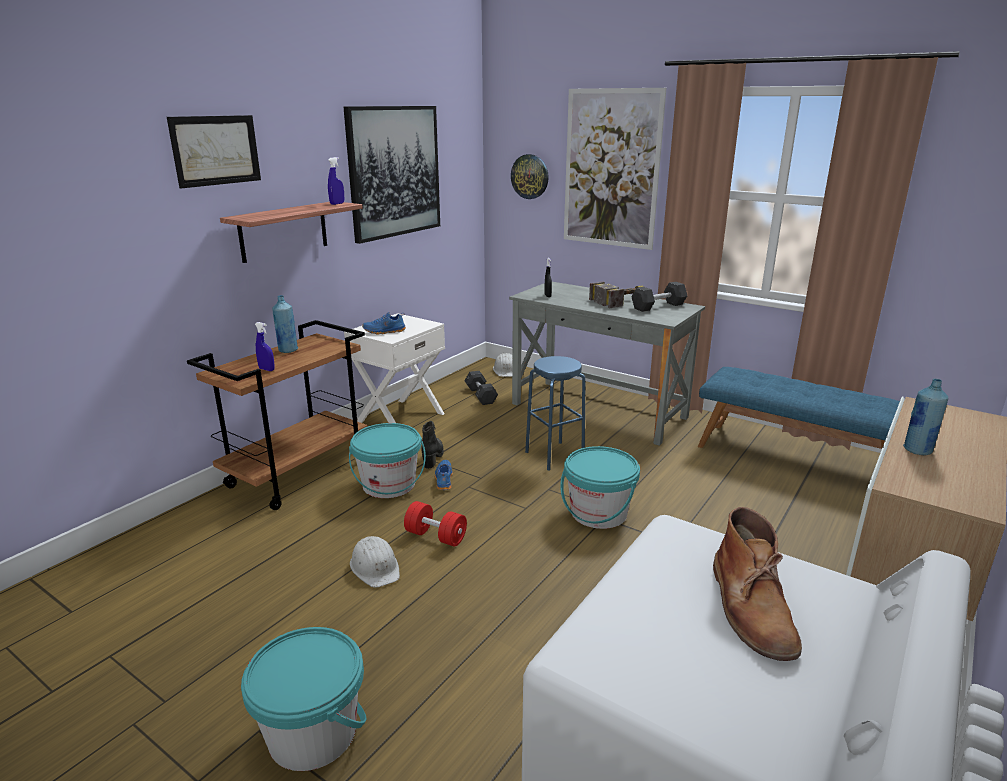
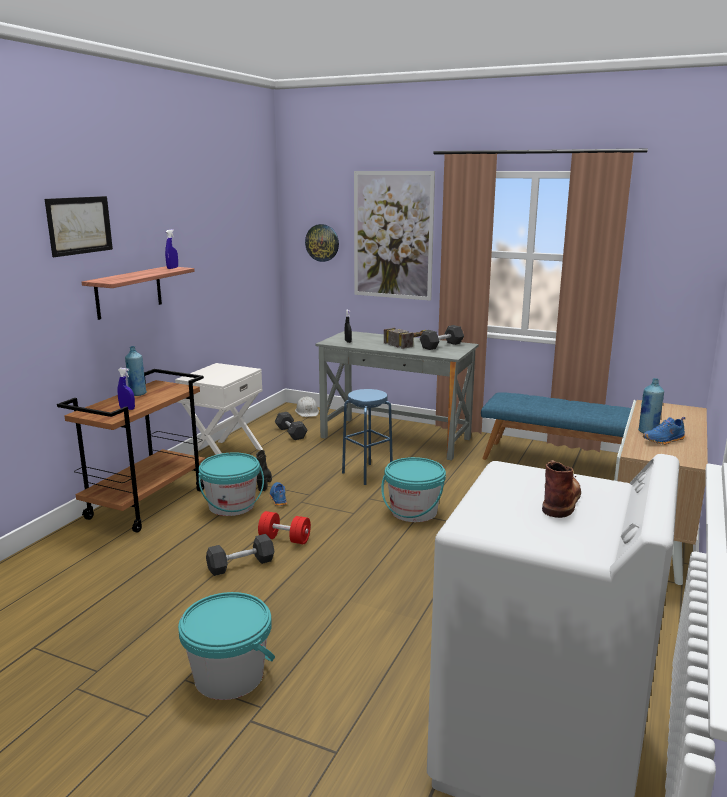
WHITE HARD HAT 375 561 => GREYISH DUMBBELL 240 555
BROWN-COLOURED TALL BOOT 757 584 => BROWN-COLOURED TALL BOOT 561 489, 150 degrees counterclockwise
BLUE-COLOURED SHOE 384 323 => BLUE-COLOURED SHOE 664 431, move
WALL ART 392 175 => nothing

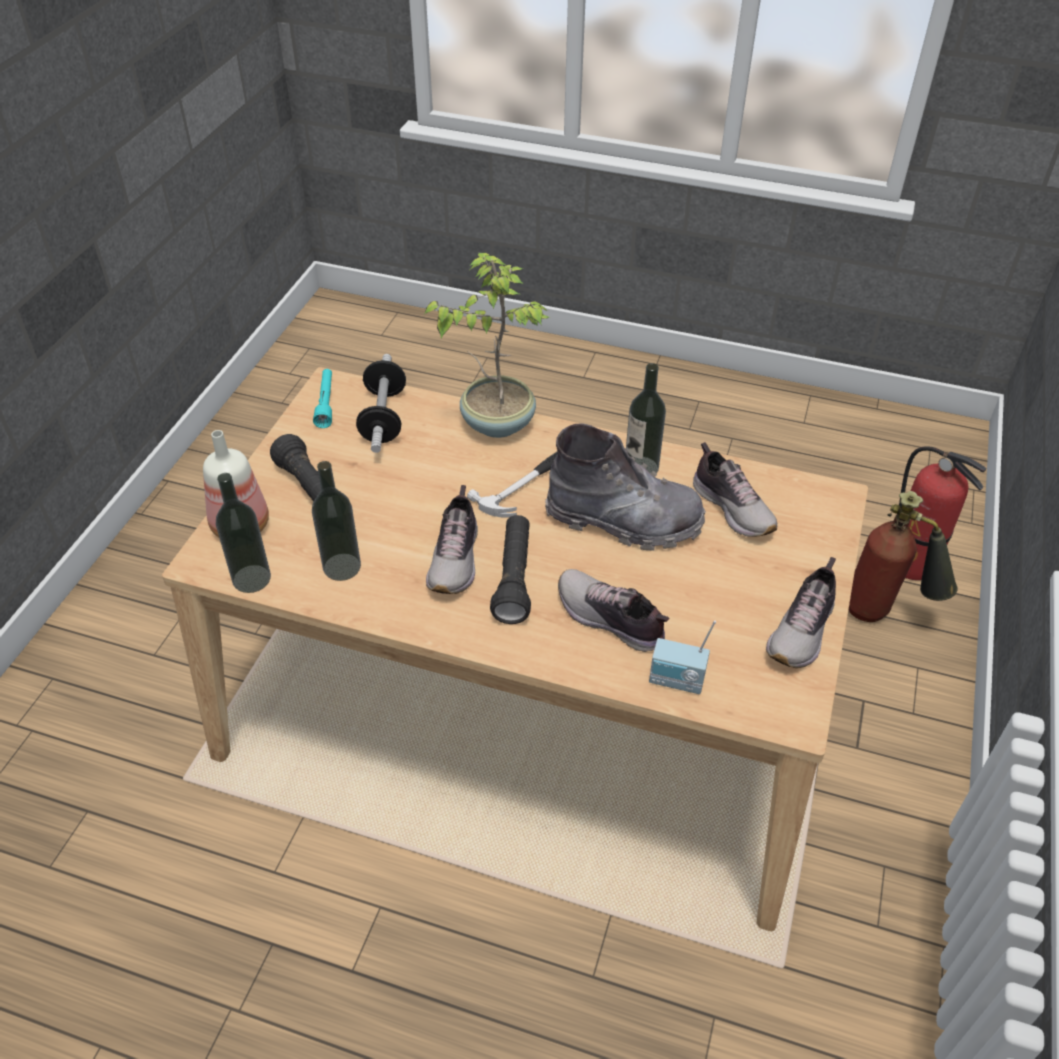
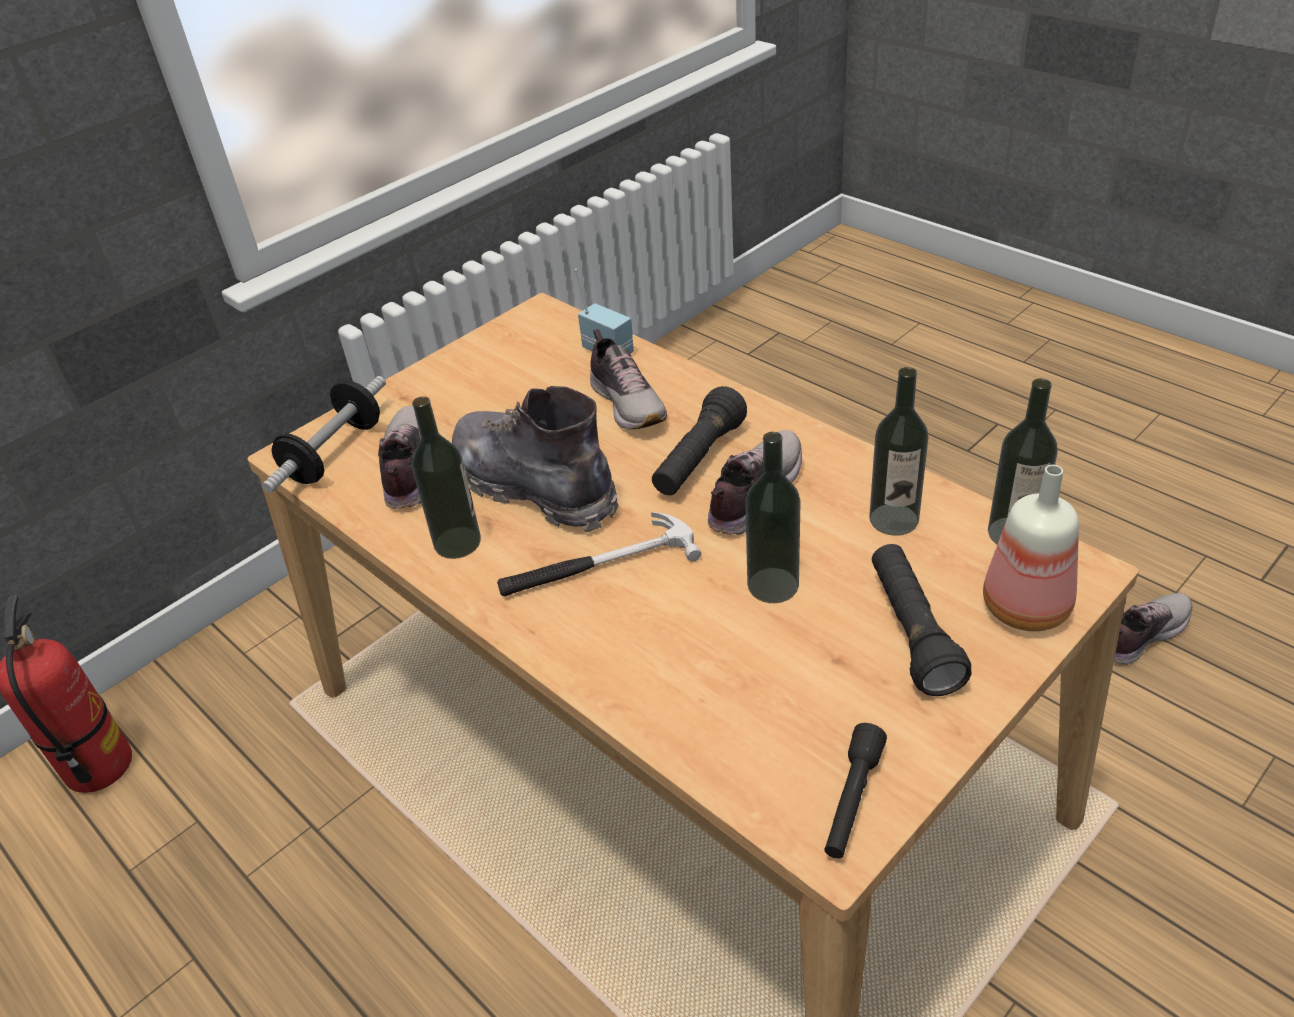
DUMBBELL 381 403 => DUMBBELL 324 434, move
nothing => BOTTLE 773 517
TURQUOISE-COLOURED HAND TORCH 322 398 => BLACK HAND TORCH 855 791
SHOE 801 612 => SHOE 1153 629, move
PLANT IN A POT 486 345 => nothing
FIRE-FIGHTING CYLINDER 903 556 => nothing

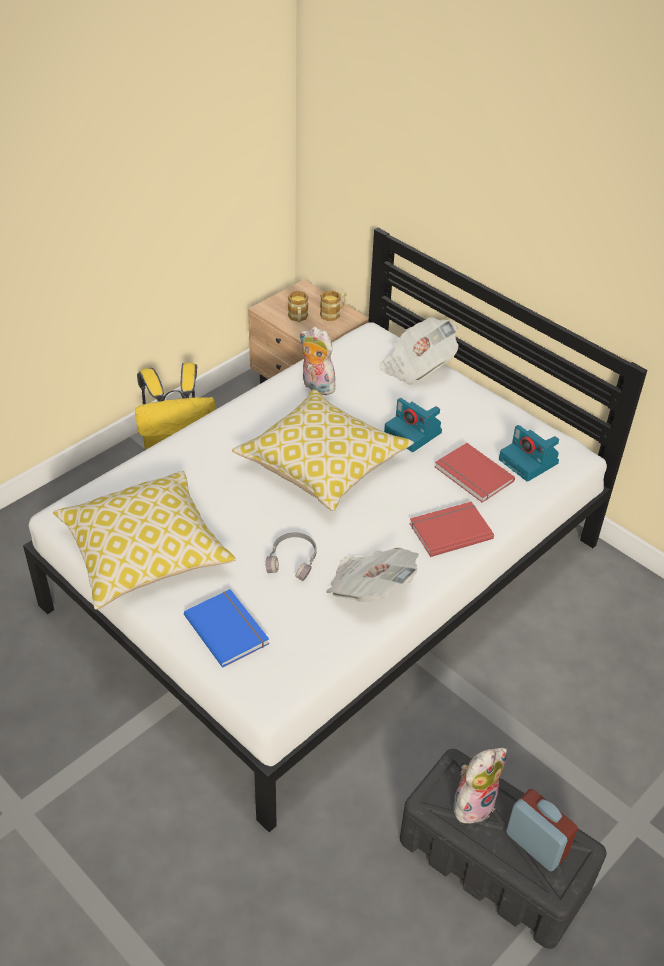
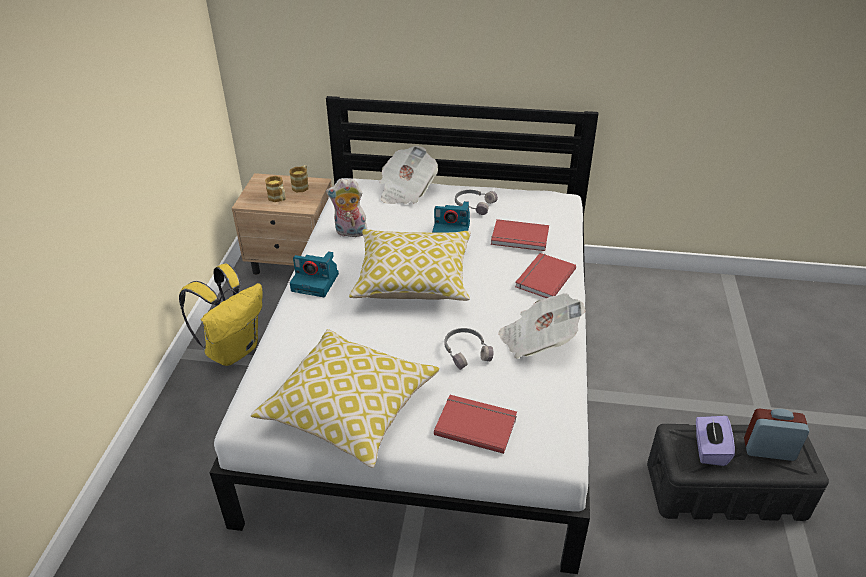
PHOTO CAMERA 529 453 => PHOTO CAMERA 314 274, move
BLUE-COLOURED VOLUME 226 628 => REDDISH VOLUME 475 424
nothing => GREYISH HEADPHONES 476 202
SOFT TOY 480 786 => PURPLISH BOX OF TISSUES 715 441

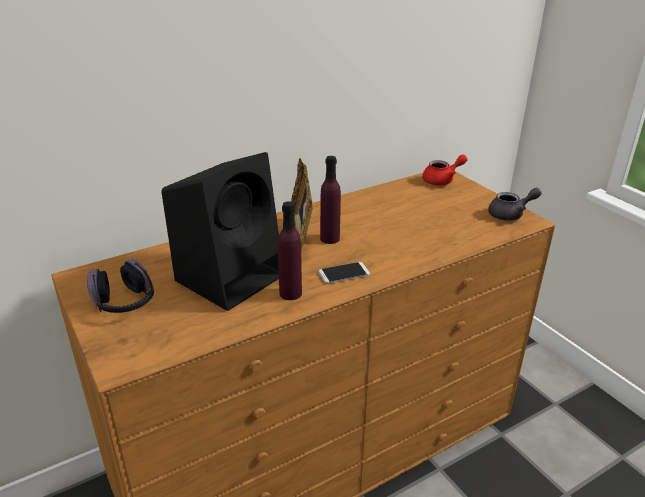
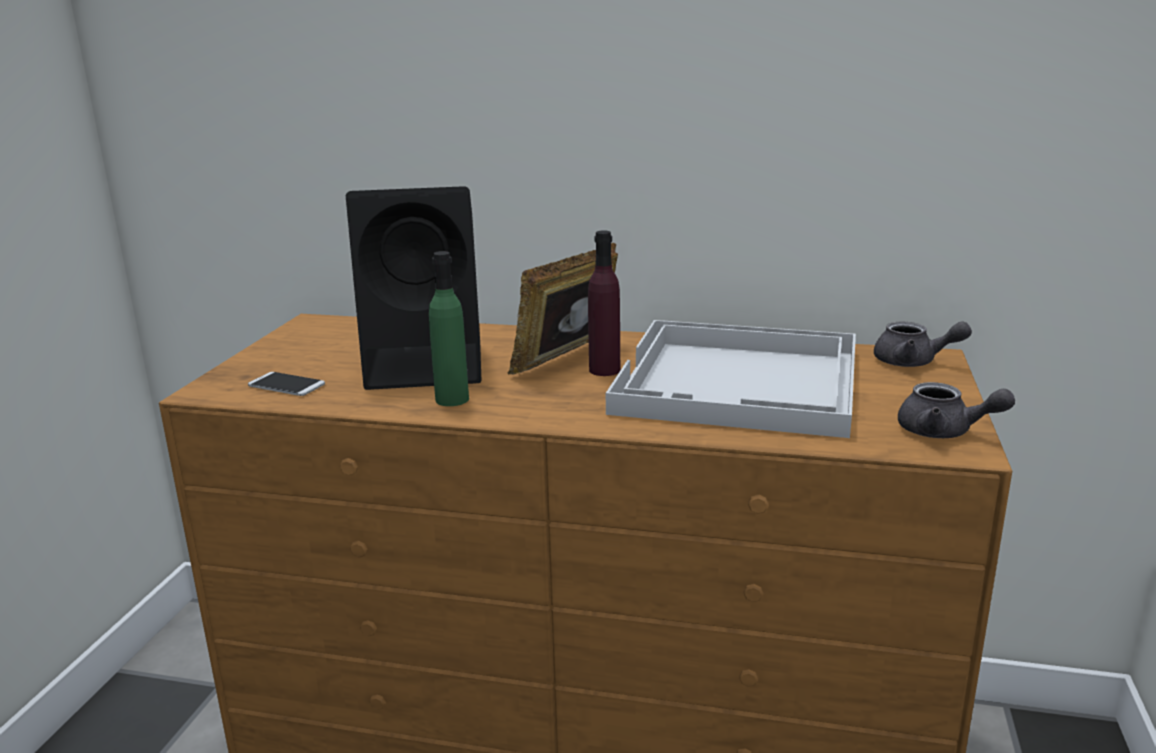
TELEPHONE 344 273 => TELEPHONE 286 384, move
PURPLISH BOTTLE 290 250 => GREEN BOTTLE 449 328
nothing => WHITE CARRYING TRAY 731 379
REDDISH TEAPOT 444 169 => GREYISH TEAPOT 923 344
HEADPHONES 120 285 => nothing

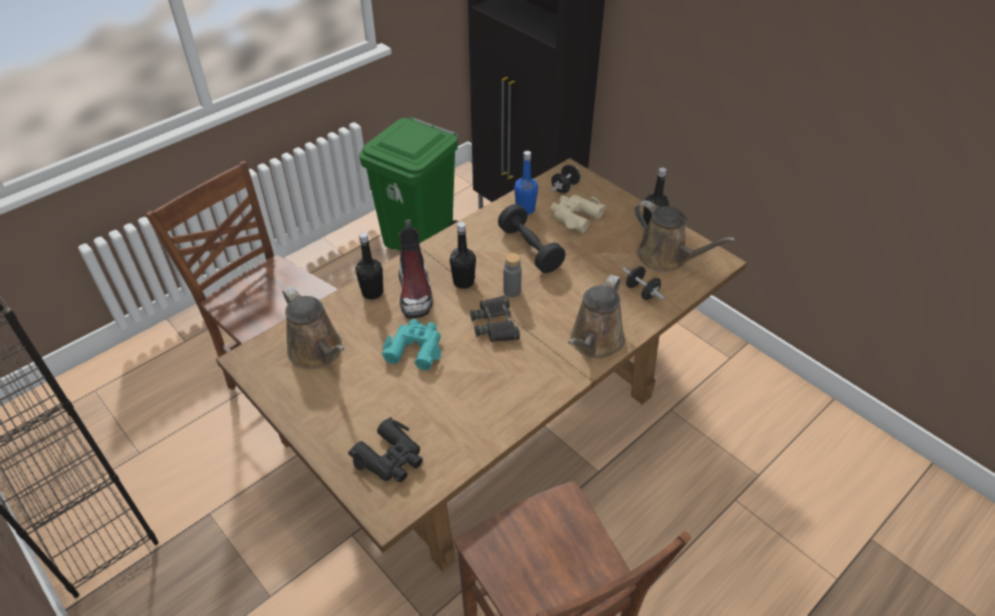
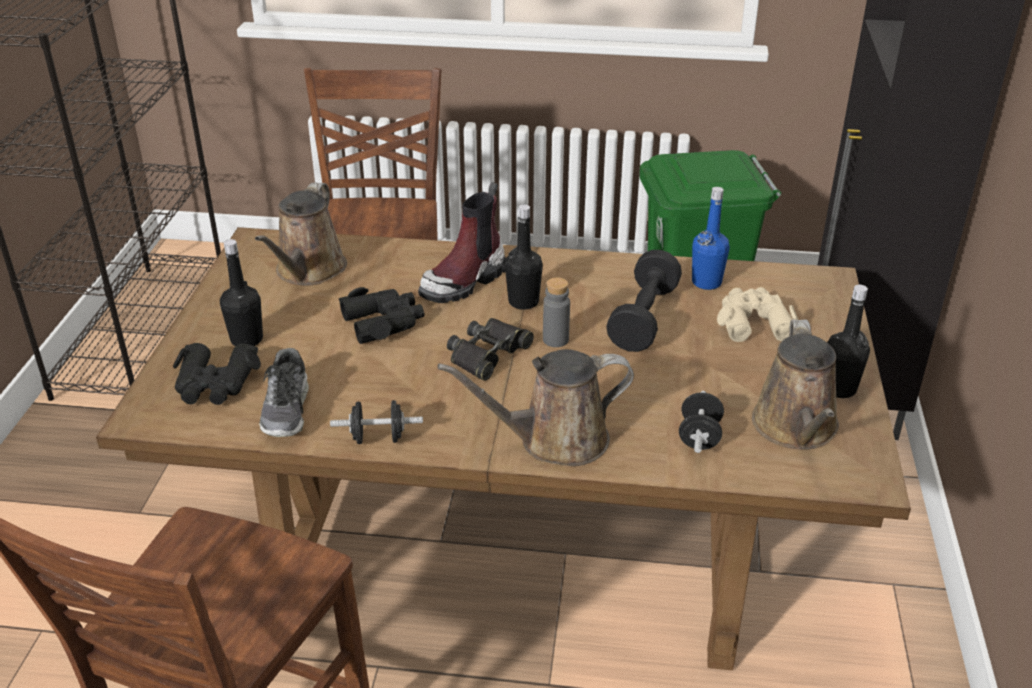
BLACK BOTTLE 369 265 => BLACK BOTTLE 241 292, move
nothing => SHOE 284 392
BLACK DUMBBELL 565 179 => BLACK DUMBBELL 376 422, move
TURQUOISE-COLOURED BINOCULARS 411 344 => BLACK BINOCULARS 381 315

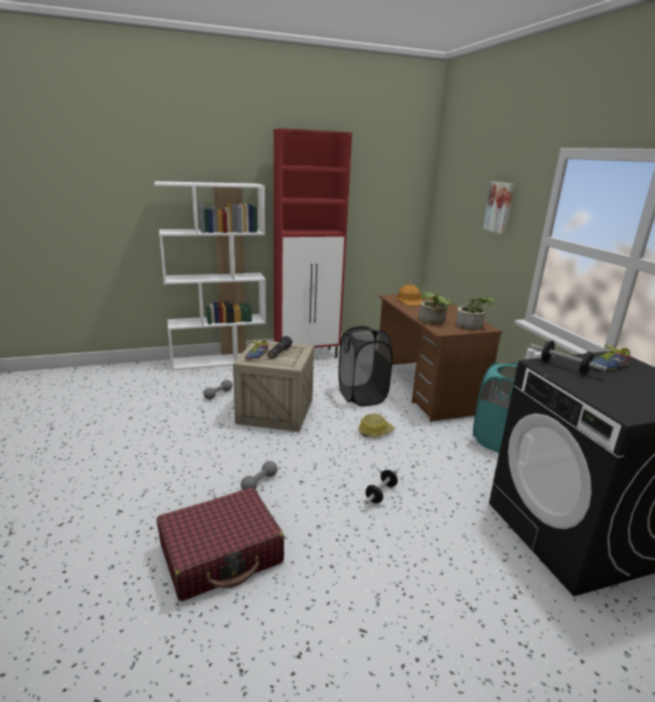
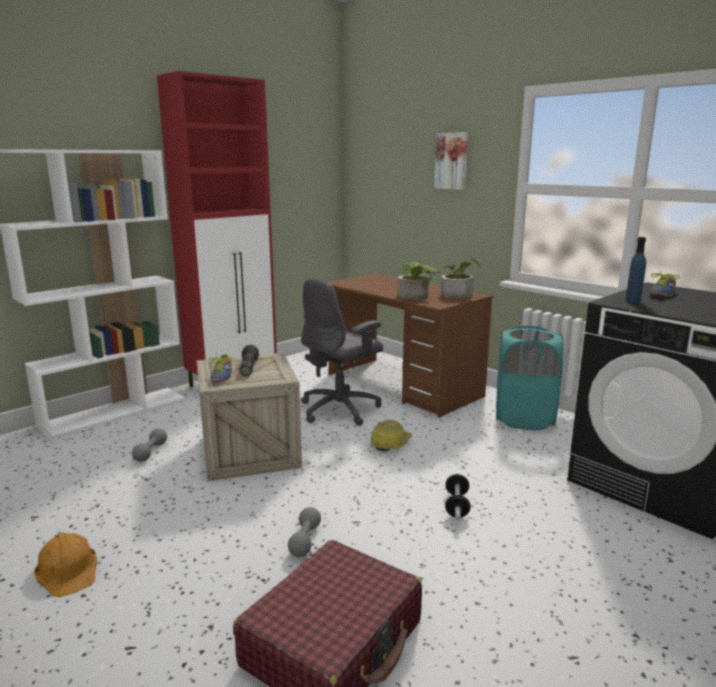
ORANGEY HARD HAT 409 295 => ORANGEY HARD HAT 65 565, move
BLACK HAMPER 365 366 => GREYISH DESK CHAIR 342 352
DUMBBELL 568 357 => BLUE-COLOURED BOTTLE 635 269

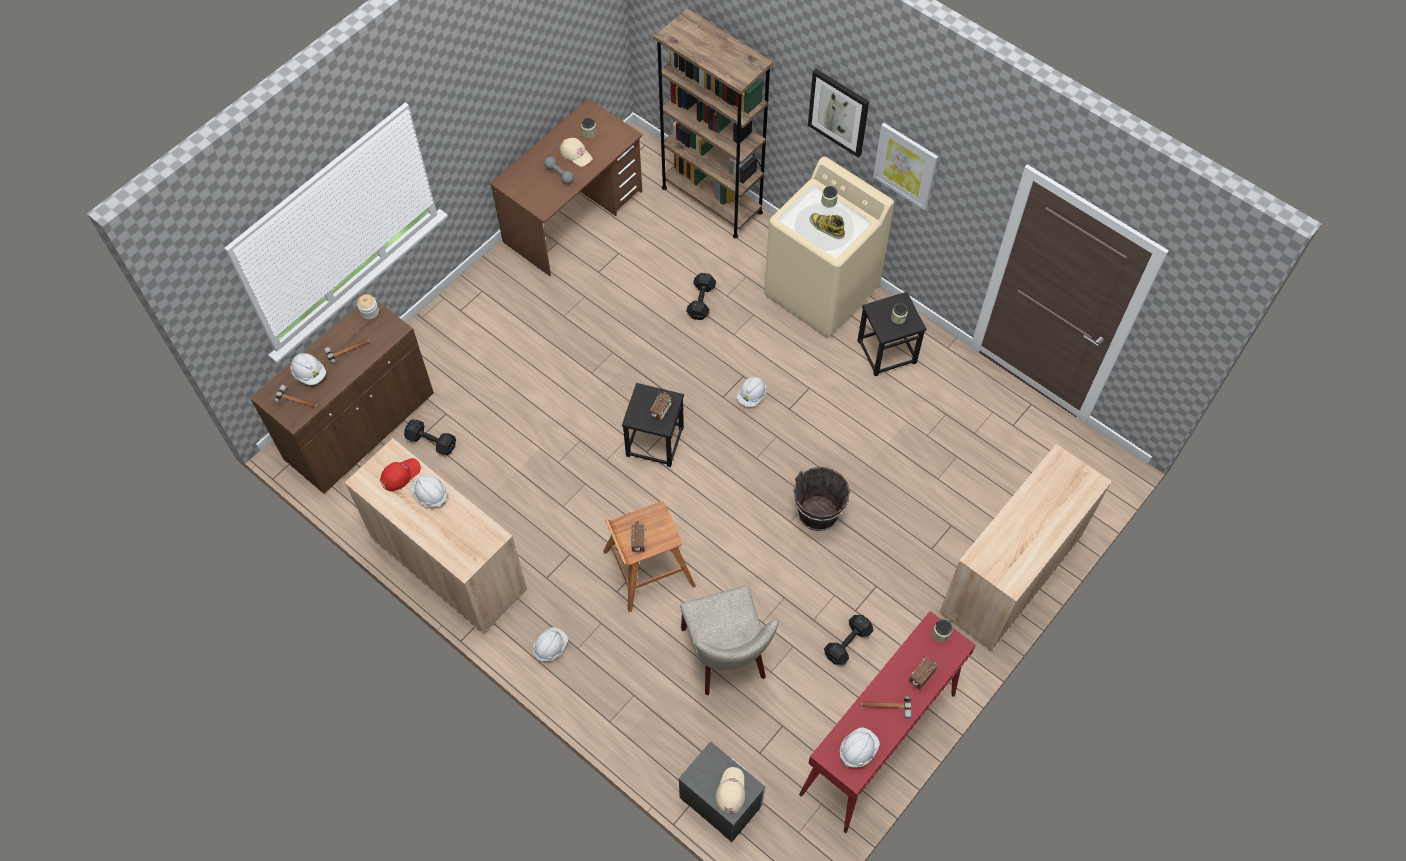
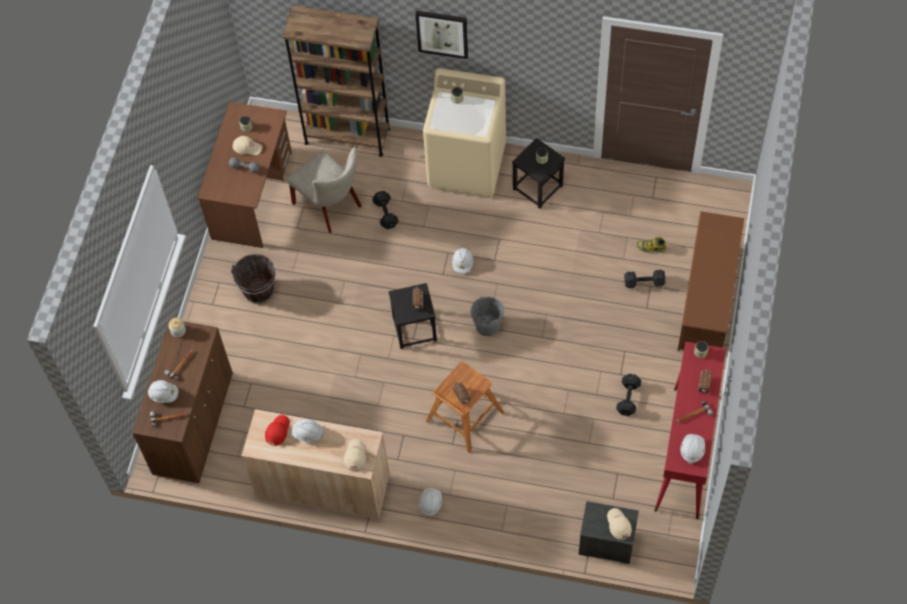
BROWN-COLOURED WATER BUCKET 821 499 => BROWN-COLOURED WATER BUCKET 253 279, move
BEIGE-COLOURED PLAIN CHAIR 729 640 => BEIGE-COLOURED PLAIN CHAIR 324 189, move
nothing => BEIGE-COLOURED BASEBALL CAP 355 455
nothing => GREYISH WATER BUCKET 487 316
BLACK DUMBBELL 430 437 => BLACK DUMBBELL 645 279, move
TALL BOOT 827 226 => TALL BOOT 650 245, move
BEIGE-COLOURED STORAGE CABINET 1026 547 => BROWN-COLOURED SHOE RACK 710 281
WALL ART 905 166 => nothing

